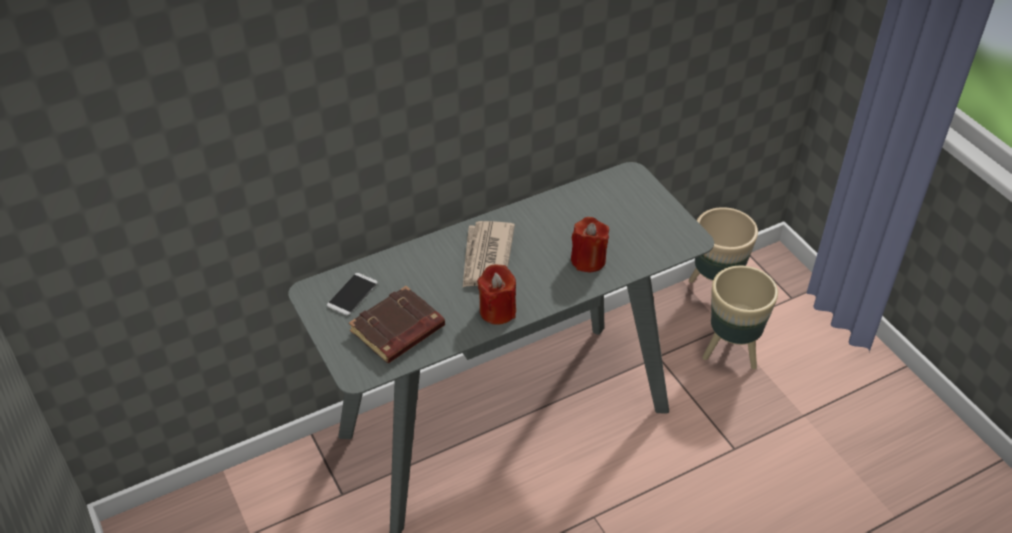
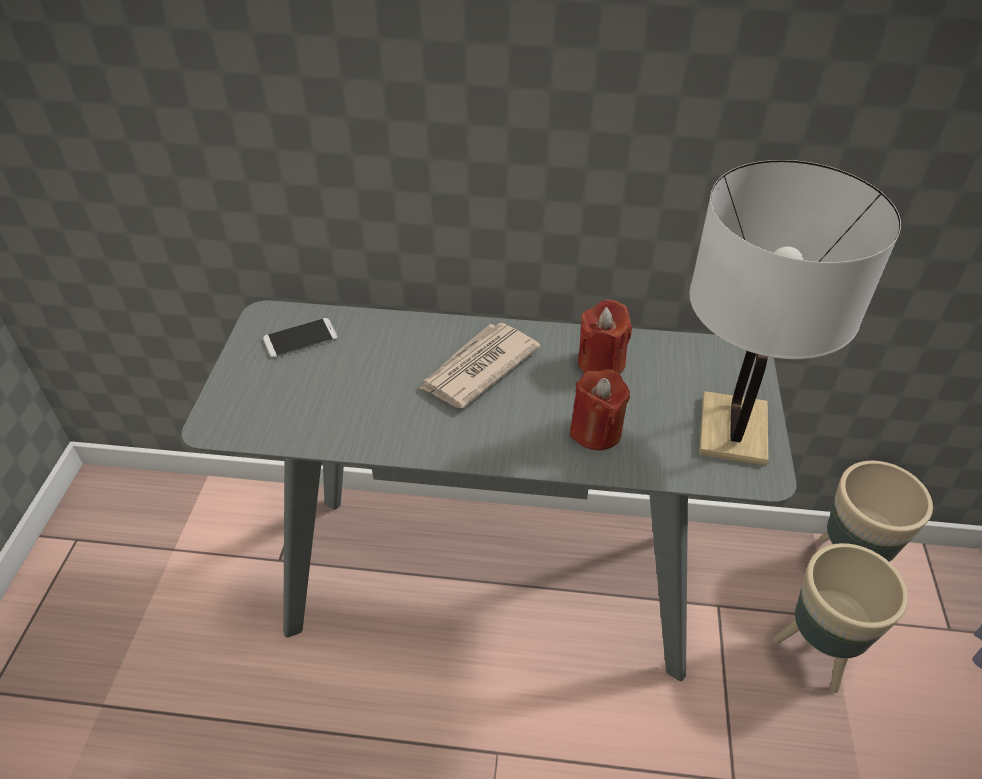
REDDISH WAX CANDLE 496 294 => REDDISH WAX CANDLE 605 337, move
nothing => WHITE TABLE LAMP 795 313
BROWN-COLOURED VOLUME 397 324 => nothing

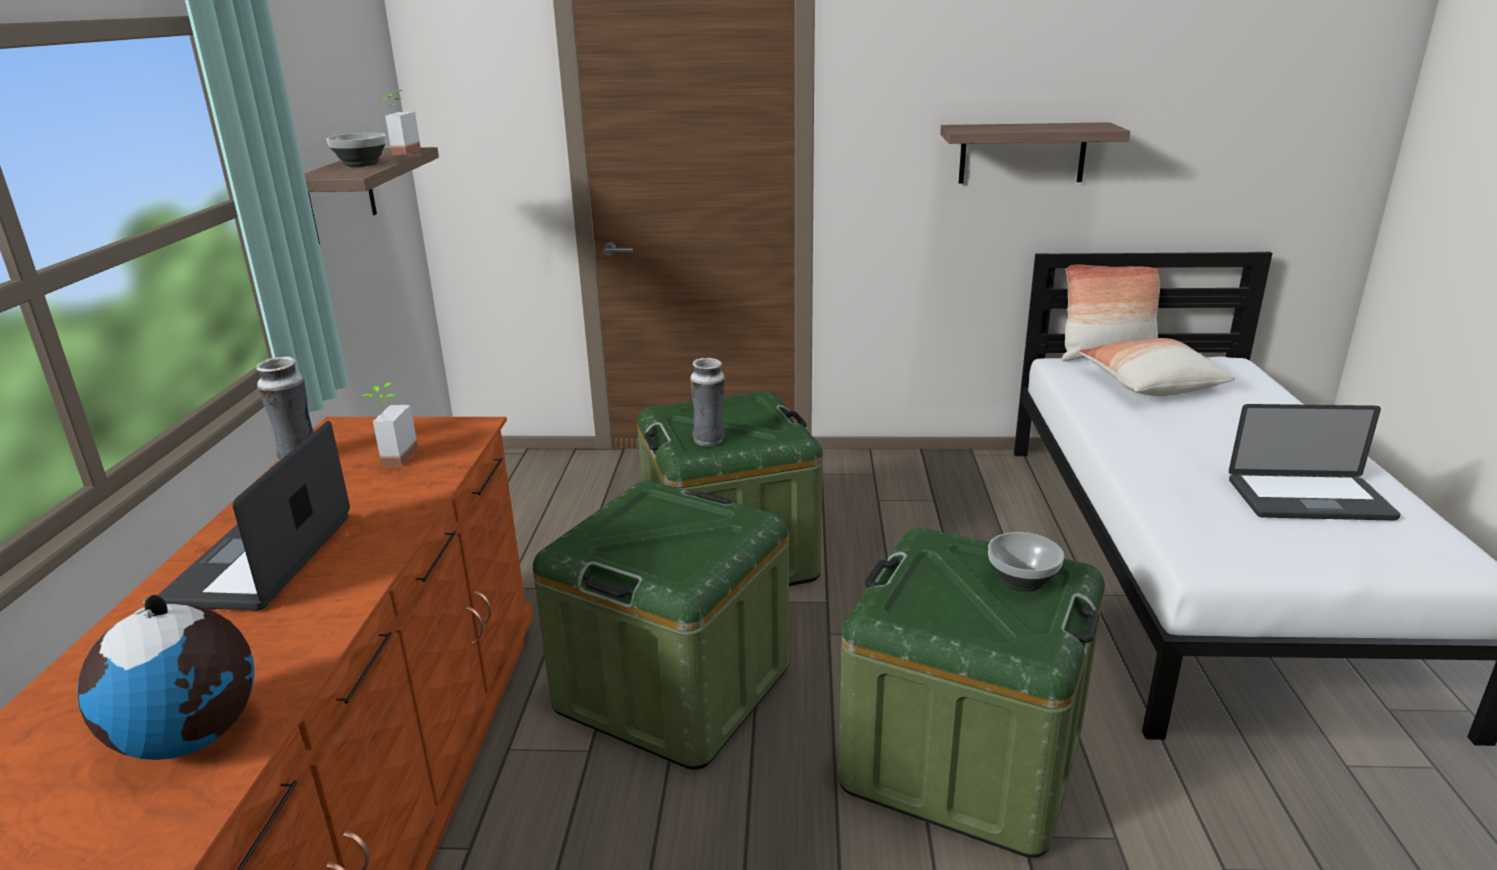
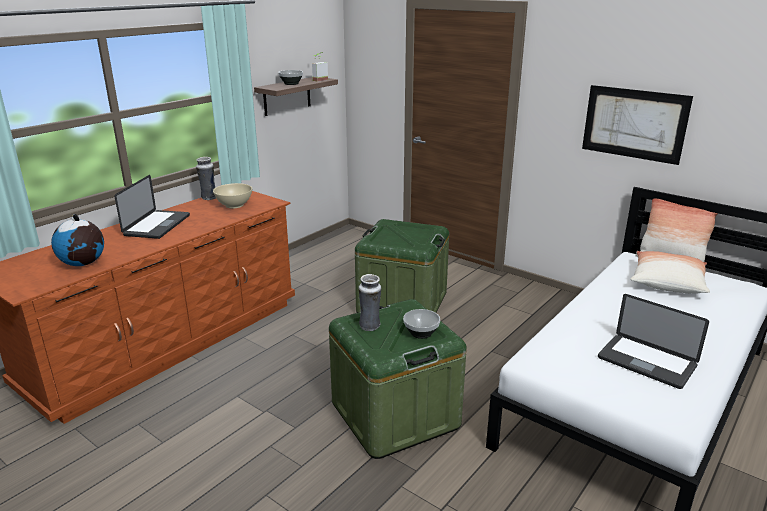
PORTABLE COMPUTER 254 515 => PORTABLE COMPUTER 152 207, 150 degrees clockwise
PLANT IN A POT 389 425 => BEIGE-COLOURED DEEP DISH 232 196
FLOWER VASE 707 402 => FLOWER VASE 370 302, move
BRACKET SHELF 1035 153 => WALL ART 637 125
GREEN STORAGE BIN 661 625 => nothing

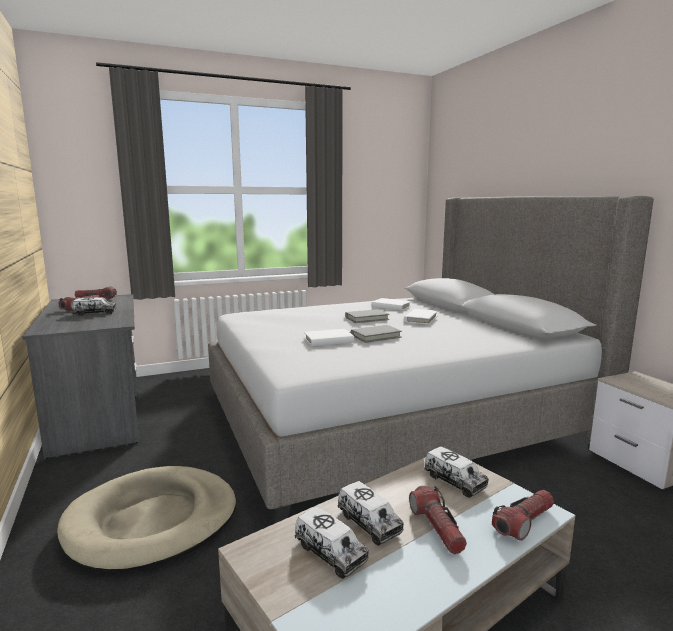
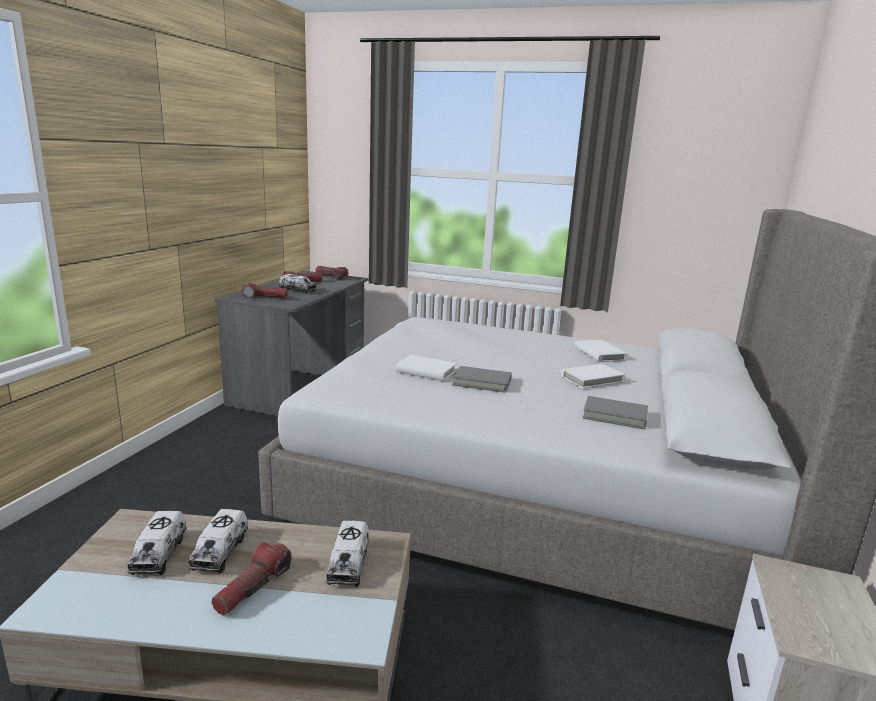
HAND TORCH 523 515 => HAND TORCH 265 291, move
GREYISH VOLUME 367 316 => GREYISH VOLUME 615 413, move
BEIGE-COLOURED PET BED 146 519 => nothing

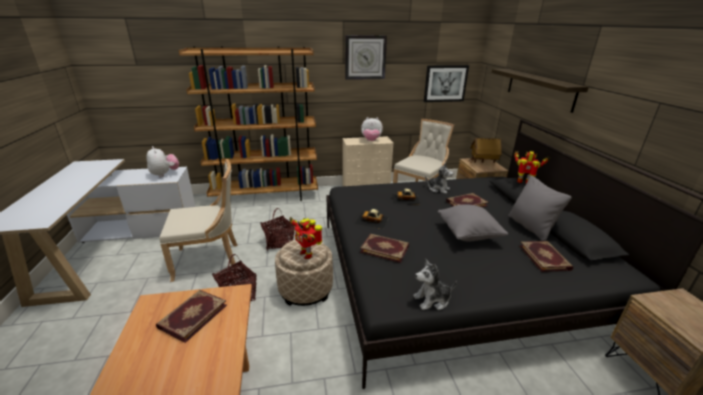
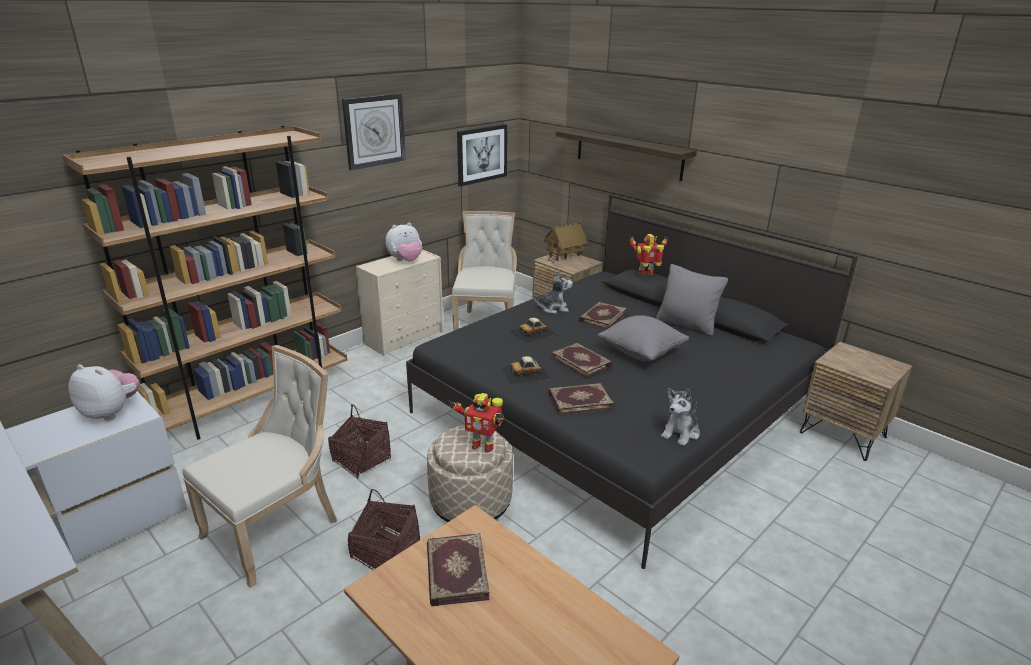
VOLUME 546 256 => VOLUME 581 360, move

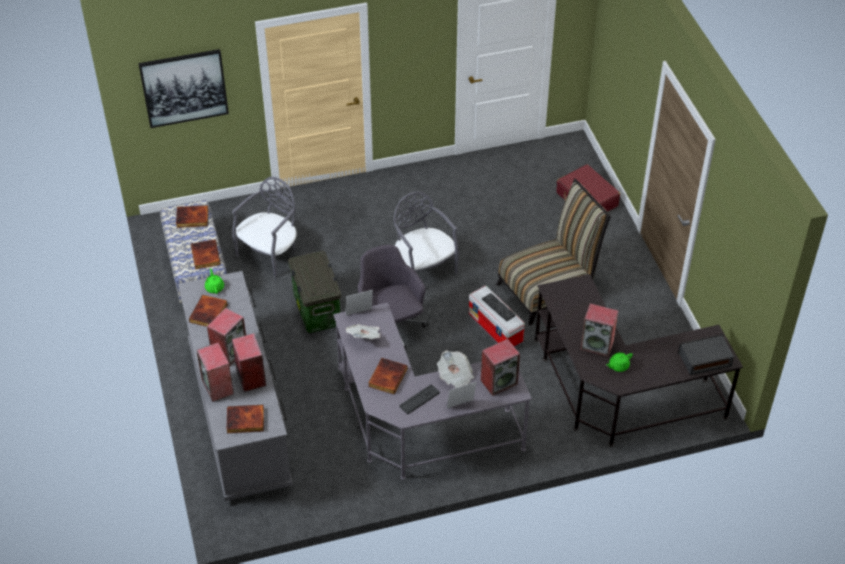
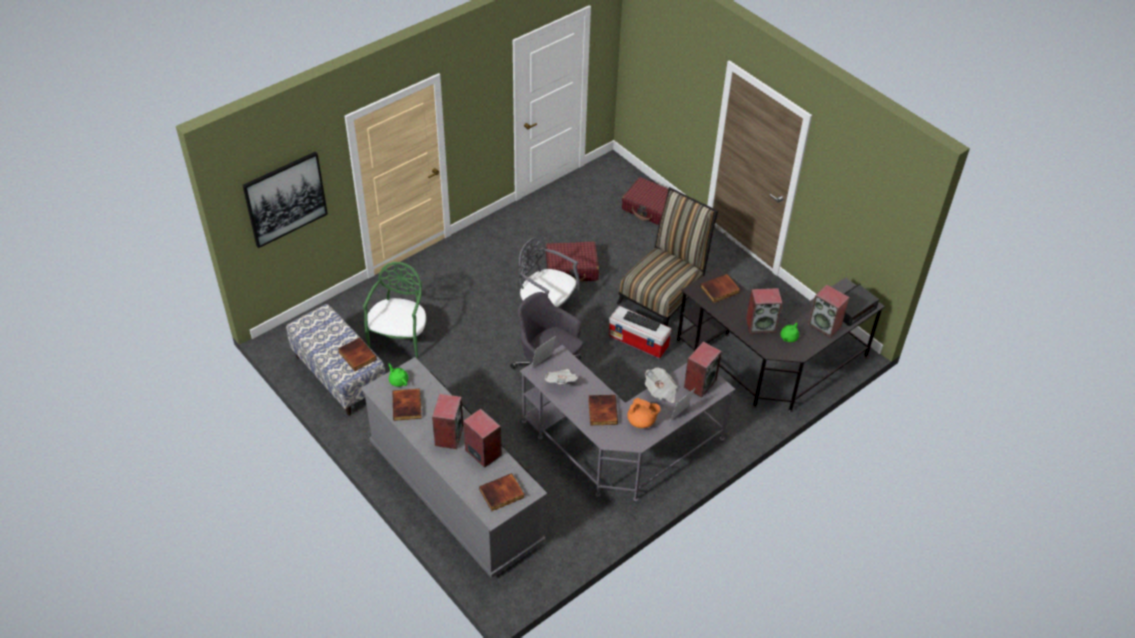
GREYISH PLAIN CHAIR 264 227 => GREEN PLAIN CHAIR 394 310
nothing => REDDISH PIECE OF LUGGAGE 572 262
KEYBOARD 419 399 => ORANGEY TEAPOT 644 413
VOLUME 192 216 => VOLUME 720 288, move
SPEAKER 215 372 => SPEAKER 829 311, move
STORAGE BIN 314 292 => nothing

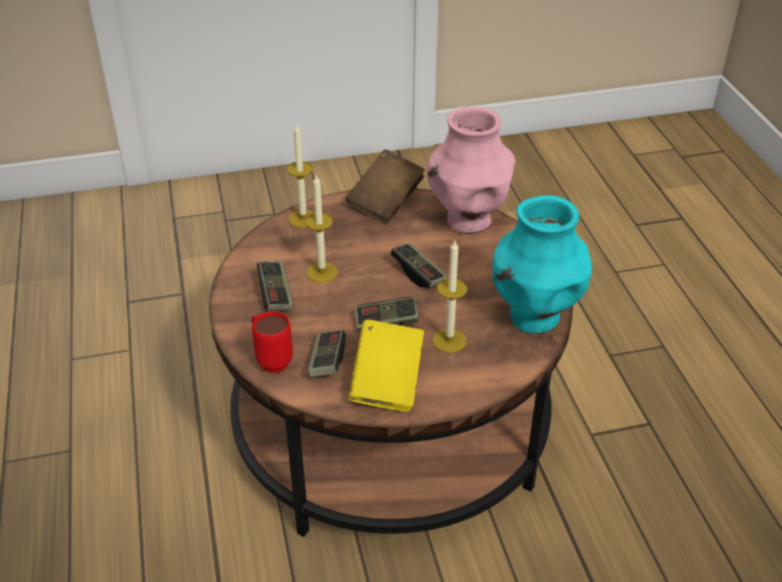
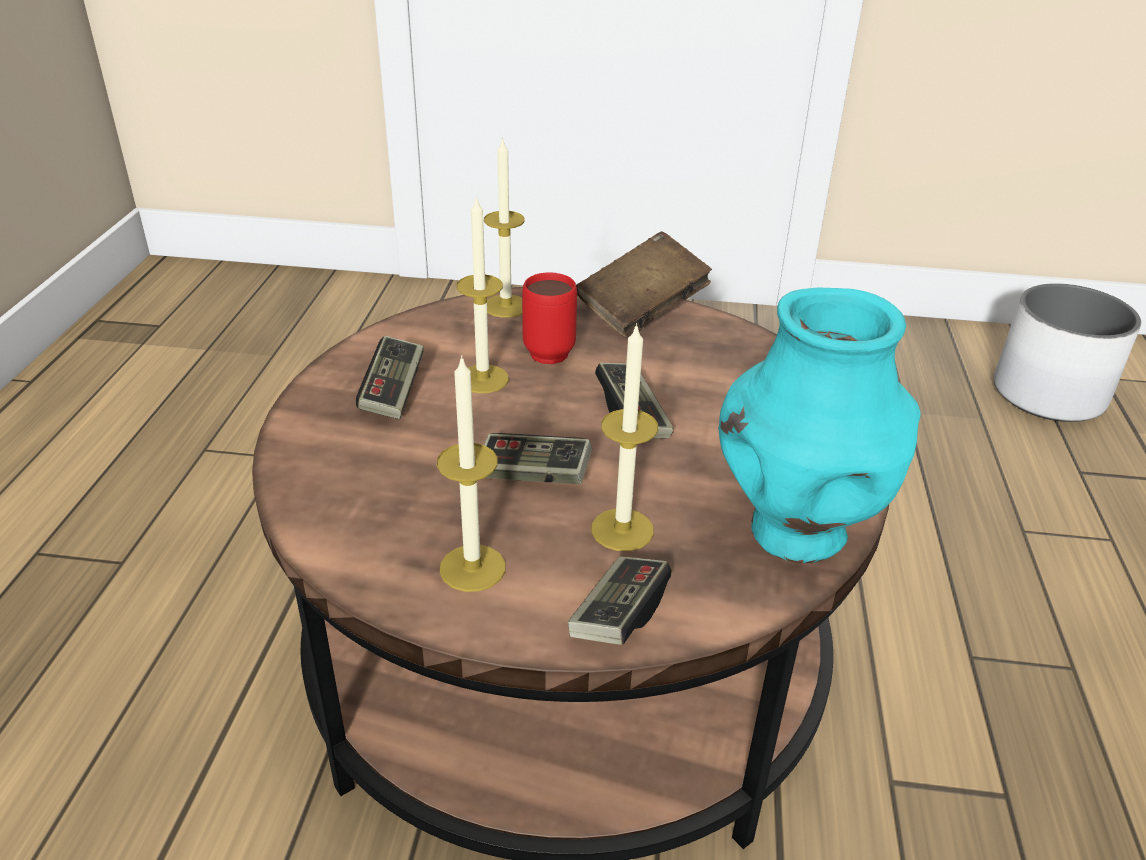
YELLOWISH VOLUME 386 365 => WAX CANDLE 471 473
REDDISH COFFEE MUG 272 342 => REDDISH COFFEE MUG 549 318, move
GAME CONTROLLER 327 353 => GAME CONTROLLER 619 600, move
nothing => WHITE PLANTER 1067 352
PINKISH FLOWER VASE 471 170 => nothing

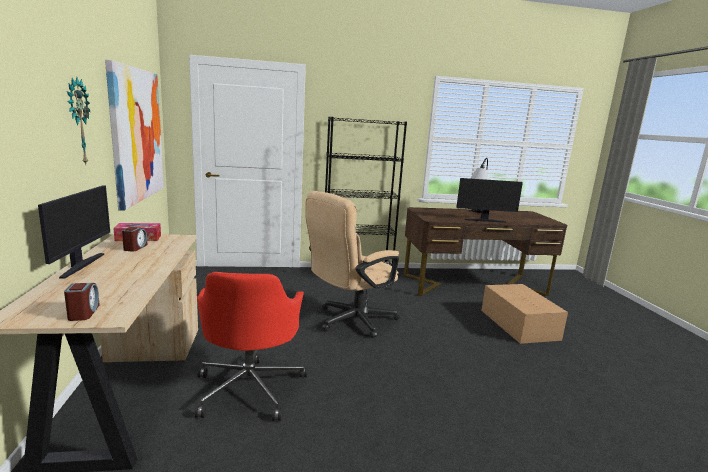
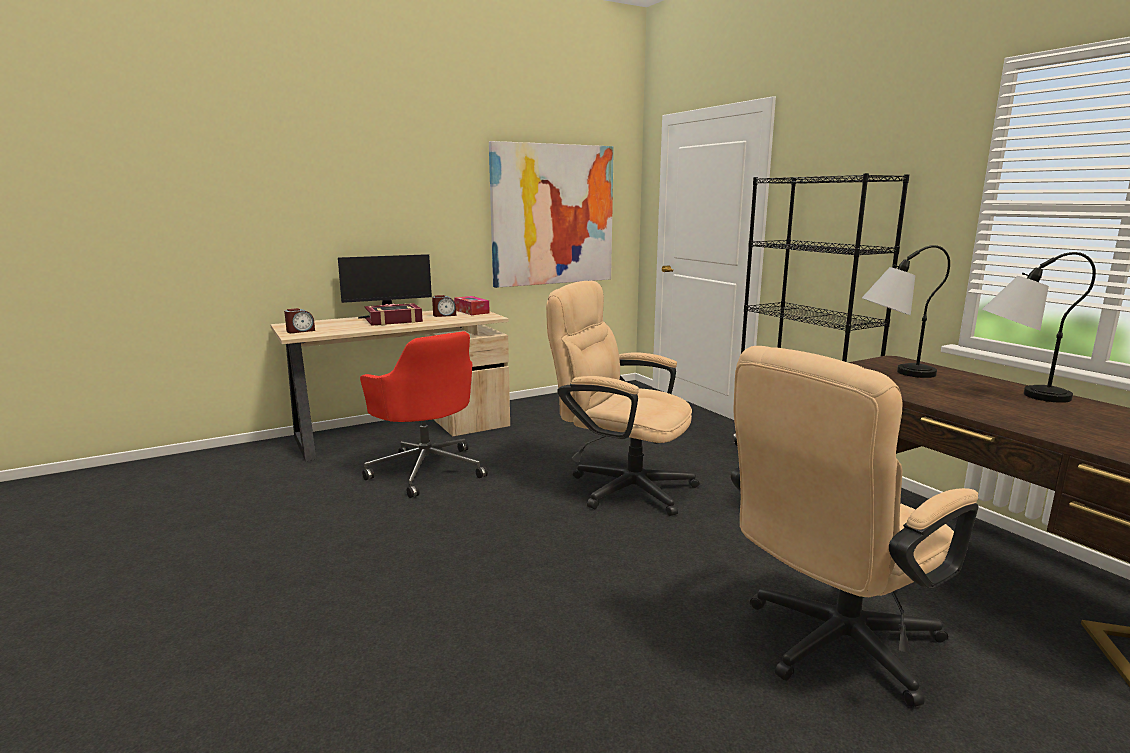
REDDISH DESK CHAIR 251 346 => REDDISH DESK CHAIR 424 414, 105 degrees counterclockwise
nothing => VOLUME 394 314
CARTON 524 314 => BEIGE-COLOURED DESK CHAIR 854 526
nothing => TABLE LAMP 906 311
HANGING CLOCK 78 120 => nothing
MONITOR 489 200 => nothing

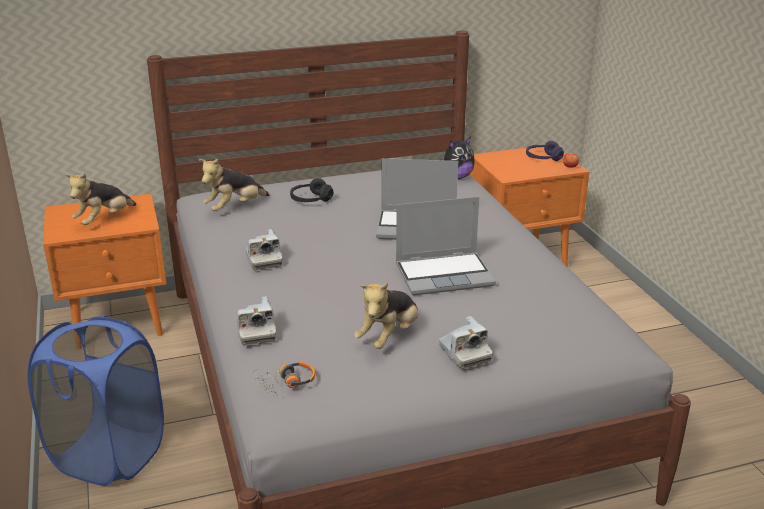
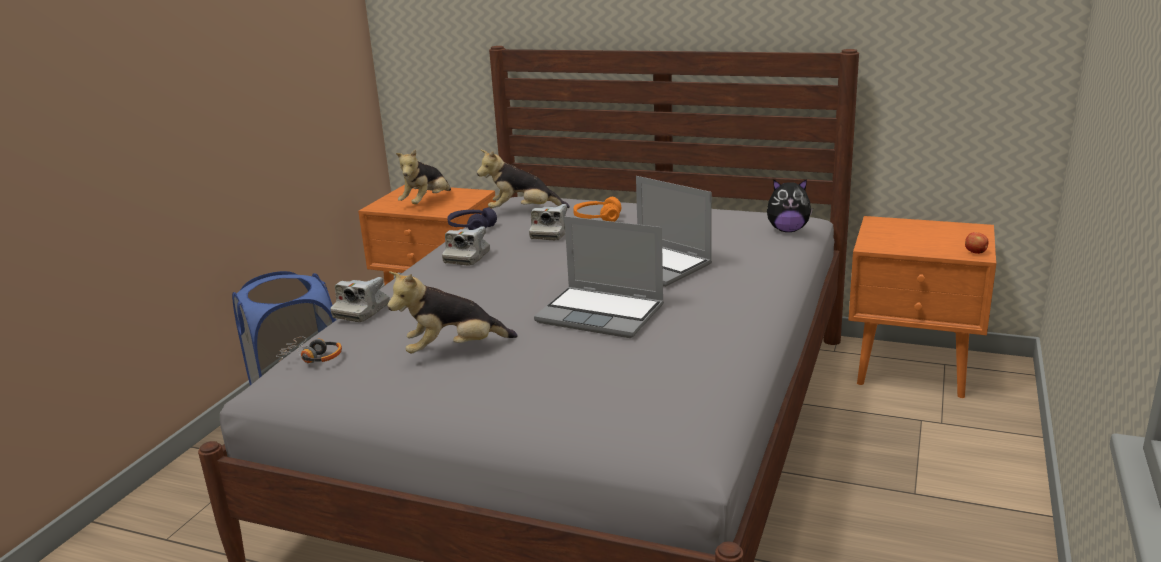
SOFT TOY 100 198 => SOFT TOY 423 176, 45 degrees counterclockwise
PURPLISH HEADPHONES 545 151 => PURPLISH HEADPHONES 472 218, move
PHOTO CAMERA 465 342 => PHOTO CAMERA 548 222, move
BLACK HEADPHONES 311 190 => ORANGEY HEADPHONES 597 209

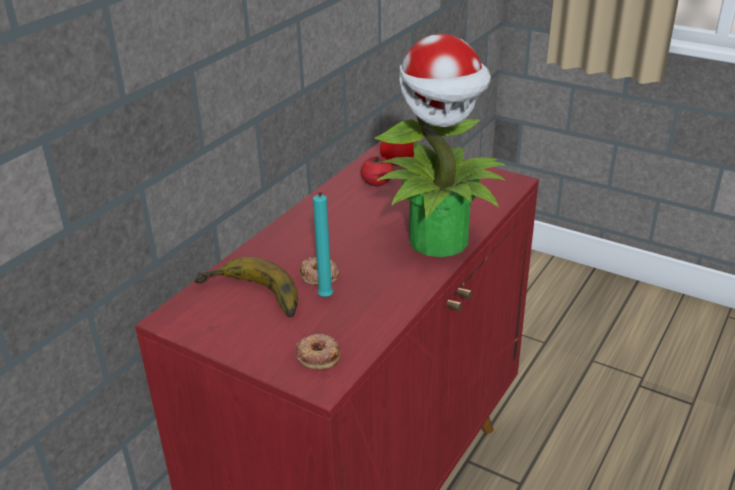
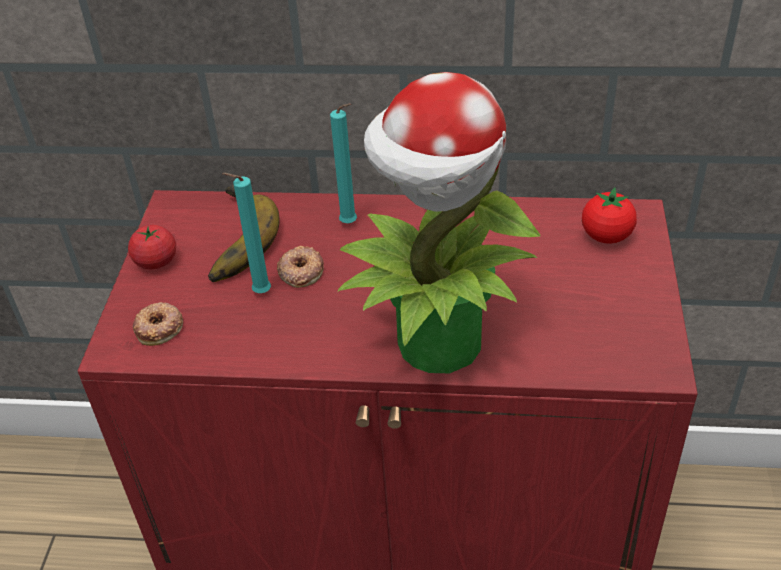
FRESH TOMATO 377 171 => FRESH TOMATO 152 247, move
nothing => TURQUOISE-COLOURED WAX CANDLE 343 163

